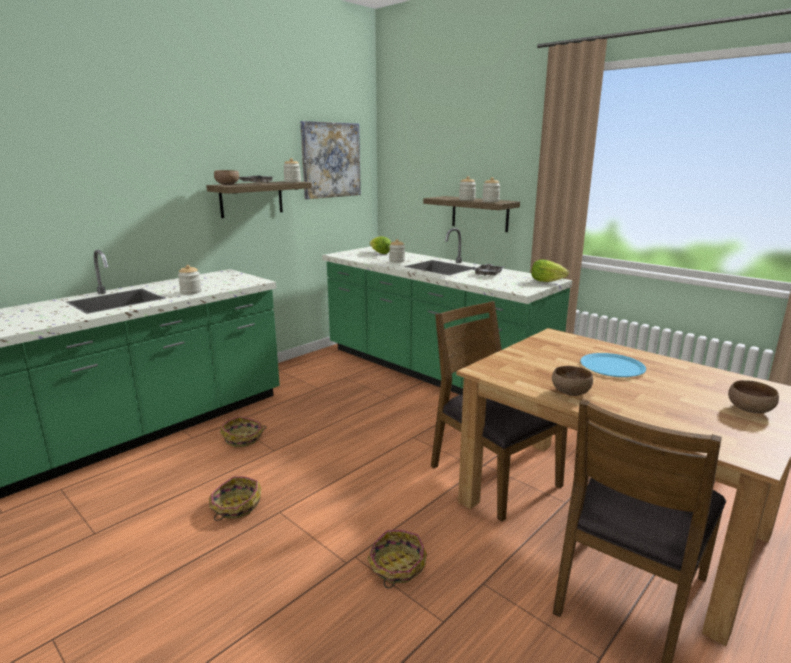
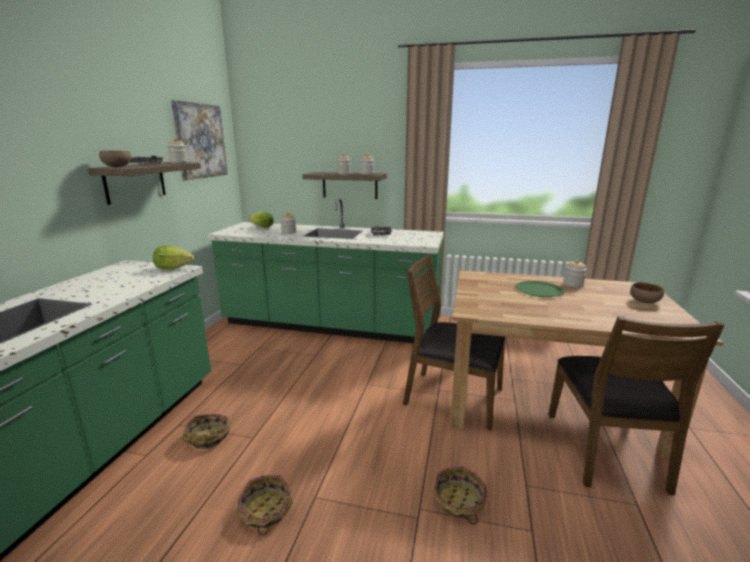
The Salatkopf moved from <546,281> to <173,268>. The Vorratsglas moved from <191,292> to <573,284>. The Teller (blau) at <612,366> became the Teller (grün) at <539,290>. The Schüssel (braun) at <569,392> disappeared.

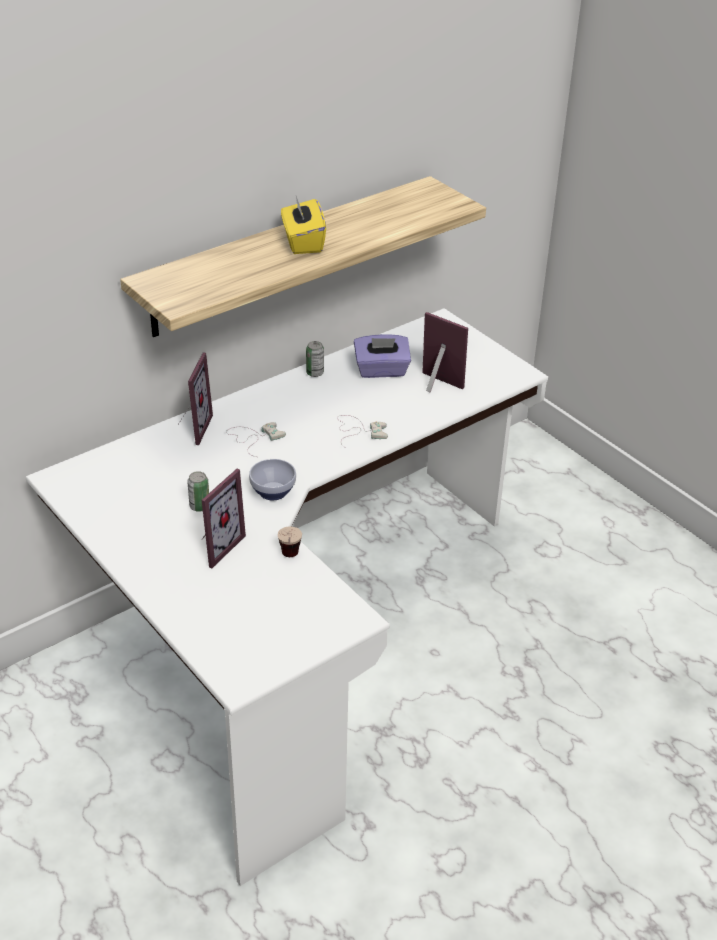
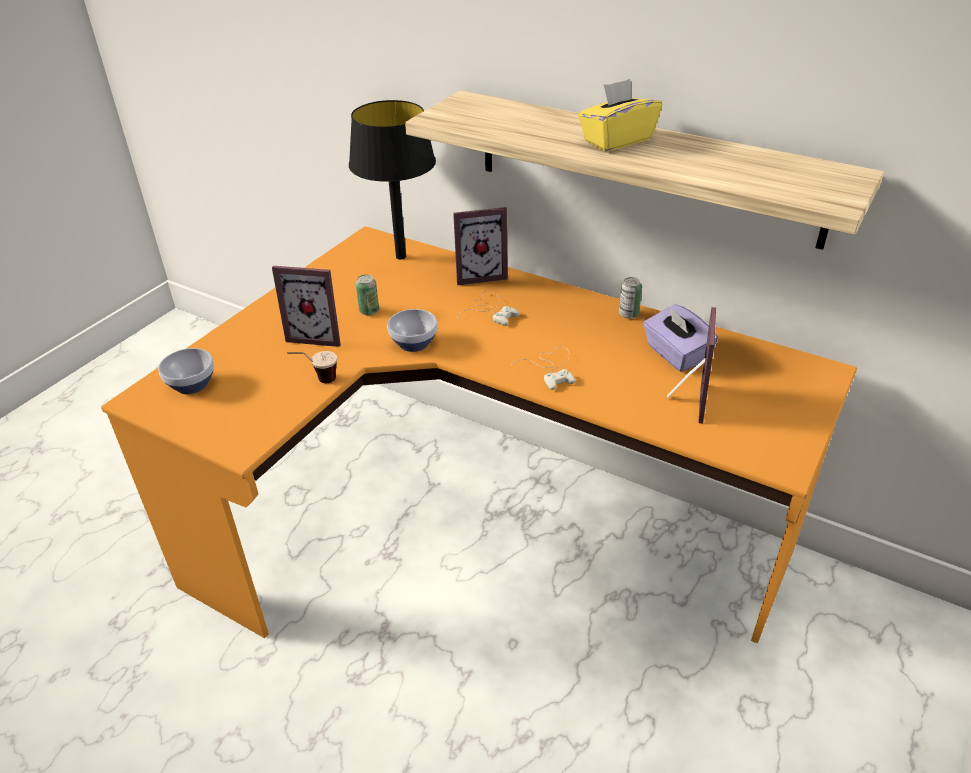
The Schreibtisch (weiß) at <296,634> became the Schreibtisch (orange) at <477,524>. The Tischlampe (schwarz) at <401,257> appeared. The Schüssel at <193,385> appeared.

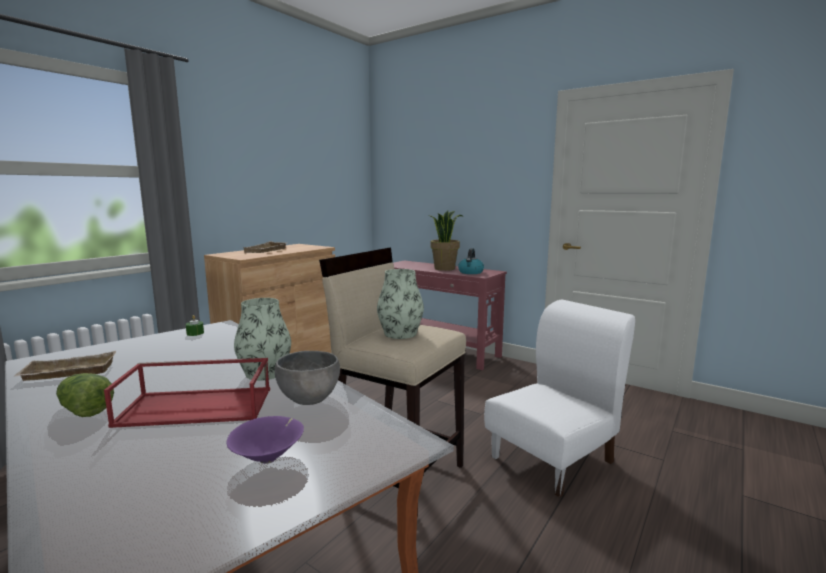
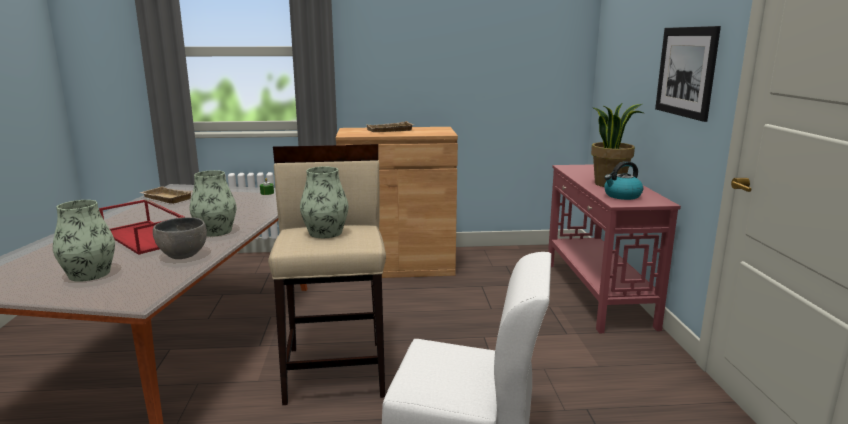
The Salatkopf at <84,410> disappeared. The Schüssel (lila) at <269,458> was replaced by the Vase at <89,274>. The Bild at <686,71> appeared.

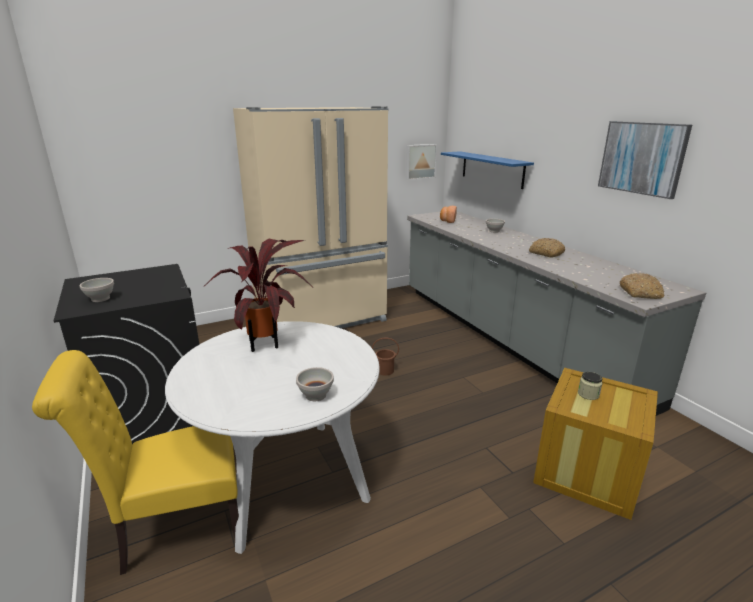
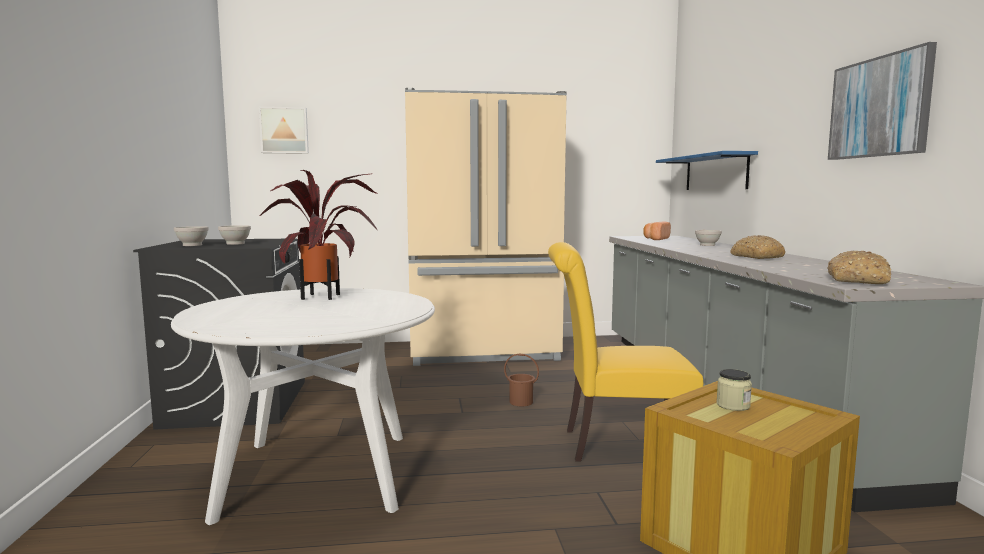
The Bild moved from <420,161> to <284,130>. The Stuhl (gelb) moved from <174,530> to <616,445>. The Schüssel (weiß) moved from <315,395> to <235,244>.

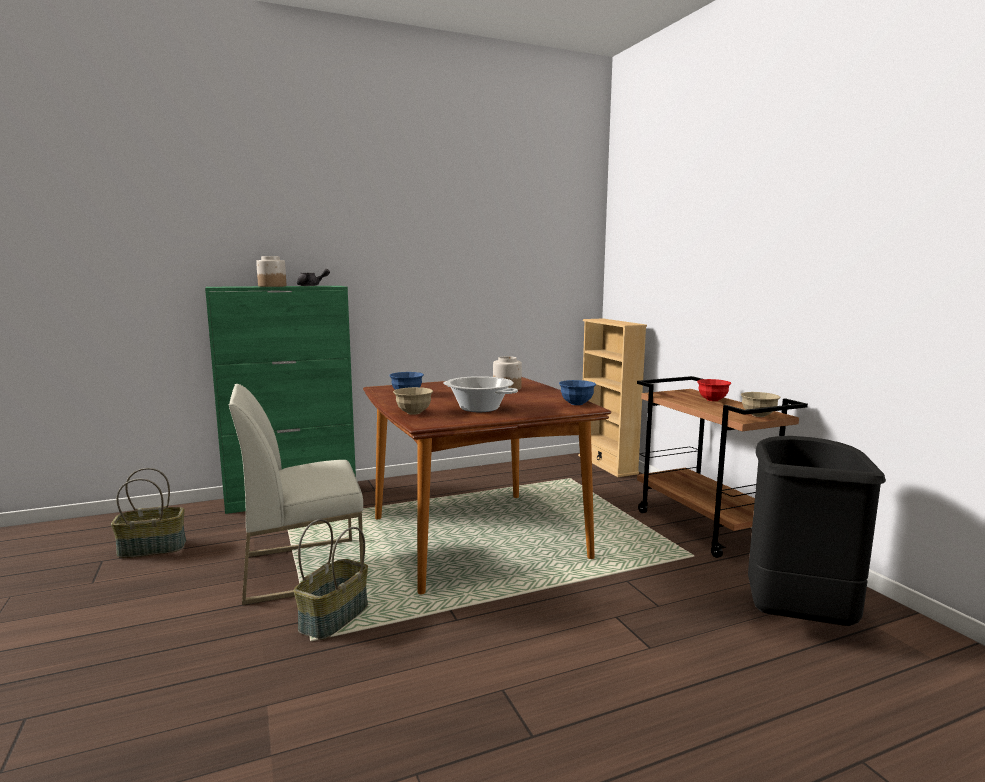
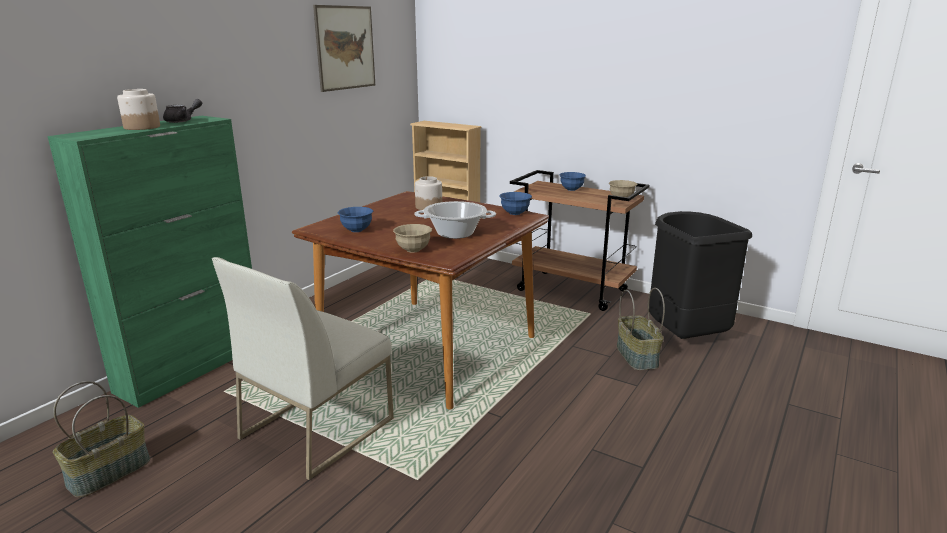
The Schüssel (rot) at <712,400> became the Schüssel (blau) at <571,189>. The Korb moved from <334,618> to <638,356>. The Bild at <345,48> appeared.

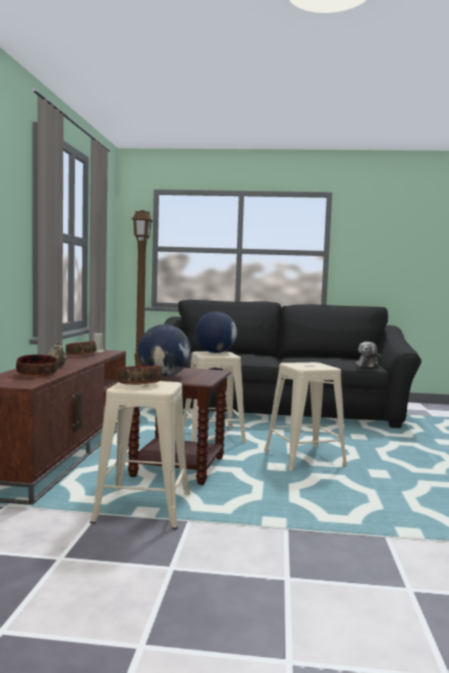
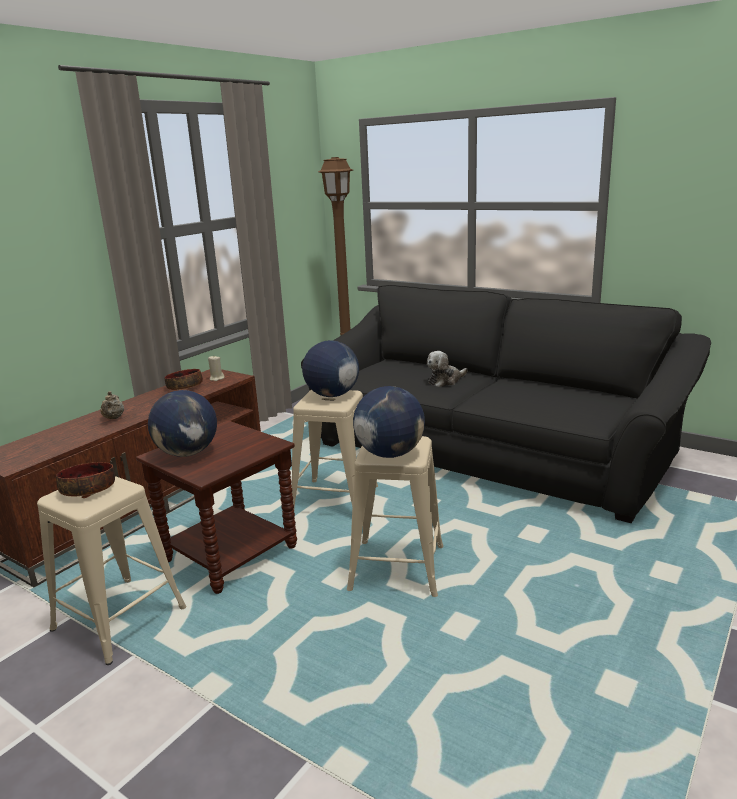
The Plüschtier moved from <368,365> to <445,381>. The Schüssel at <36,374> disappeared. The Globus at <390,454> appeared.

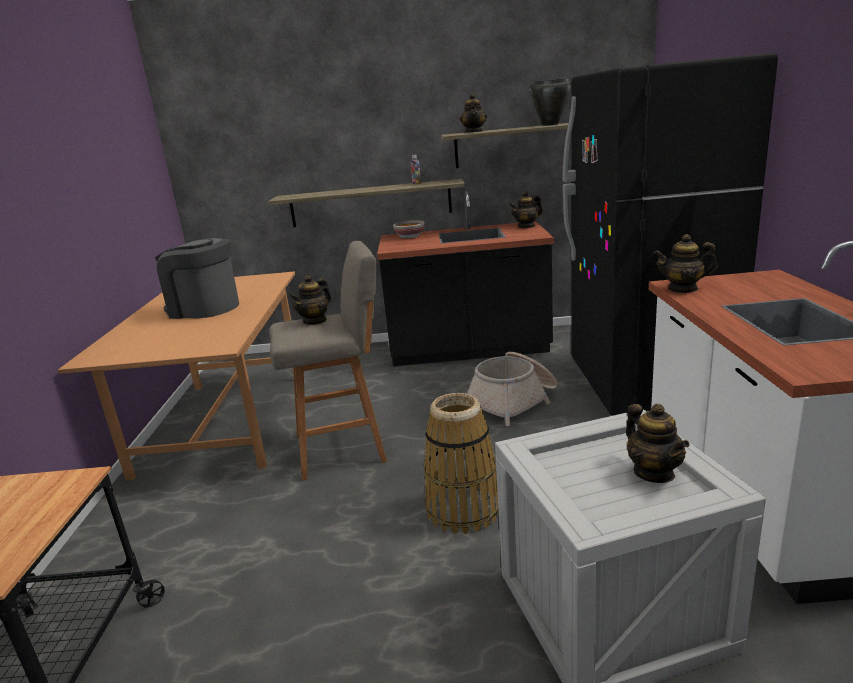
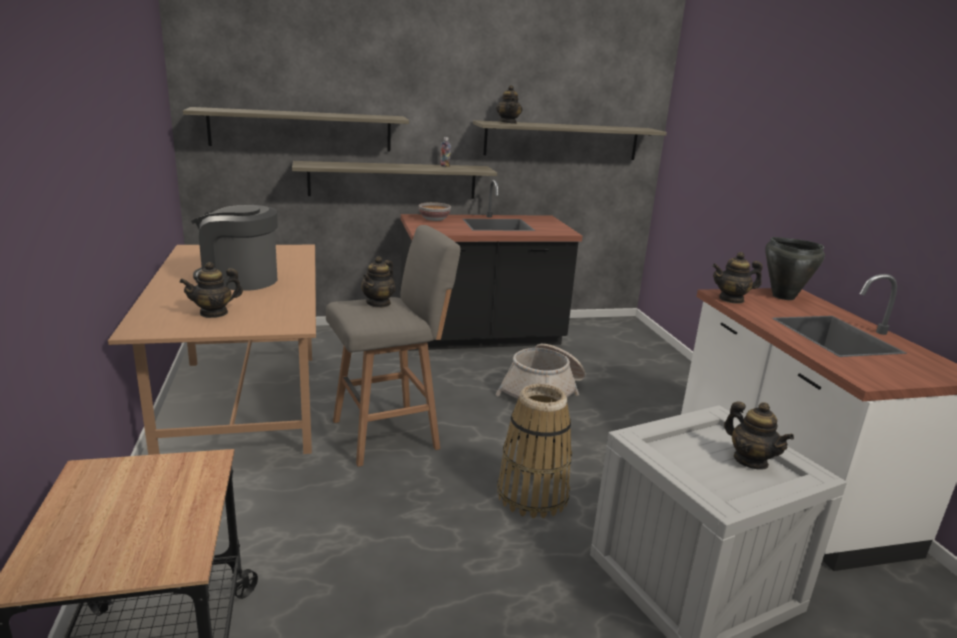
The Kühlschrank (schwarz) at <646,384> disappeared. The Kochtopf (schwarz) moved from <550,125> to <783,296>. The Teekanne moved from <526,226> to <214,313>. The Wandregal at <301,130> appeared.

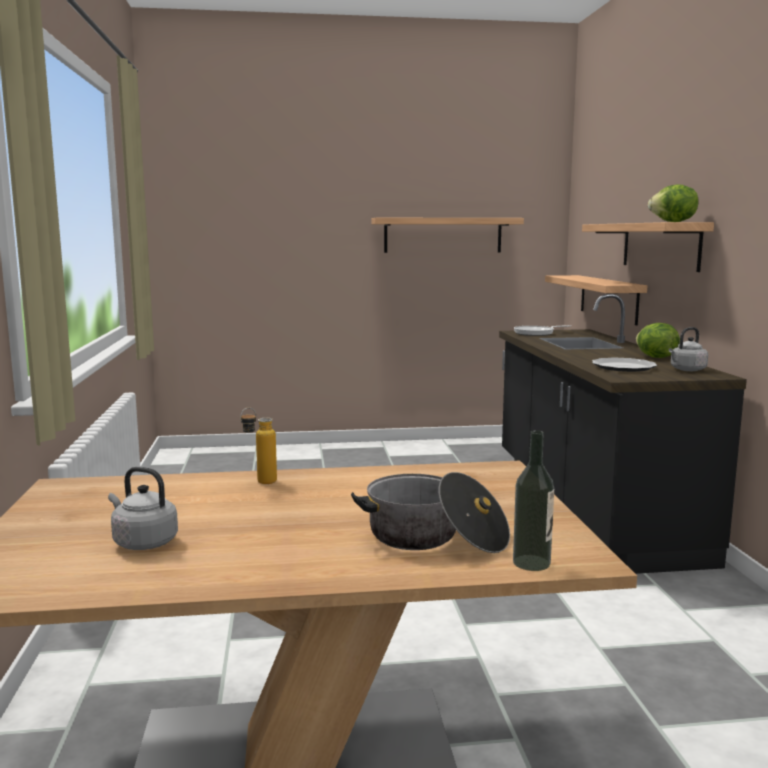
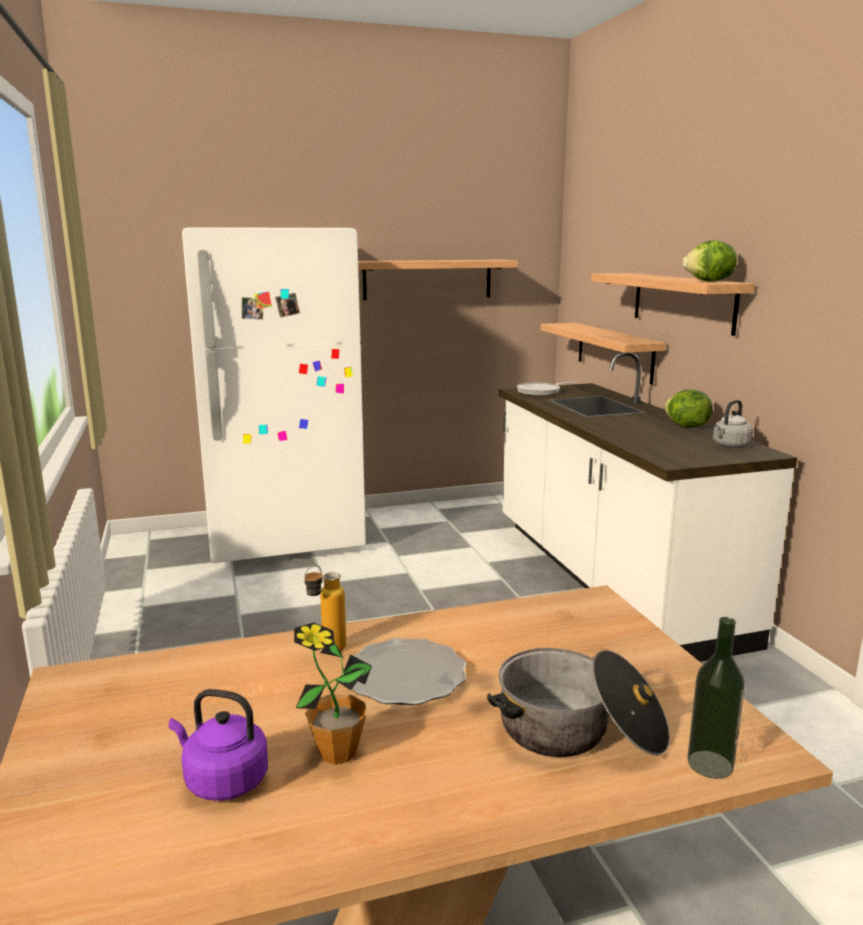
The Küchenzeile (schwarz) at <589,505> became the Küchenzeile (weiß) at <609,579>. The Teller moved from <623,367> to <404,676>. The Wasserkessel (grau) at <143,542> became the Wasserkessel (lila) at <222,781>. The Kühlschrank (weiß) at <284,539> appeared. The Topfpflanze at <337,753> appeared.

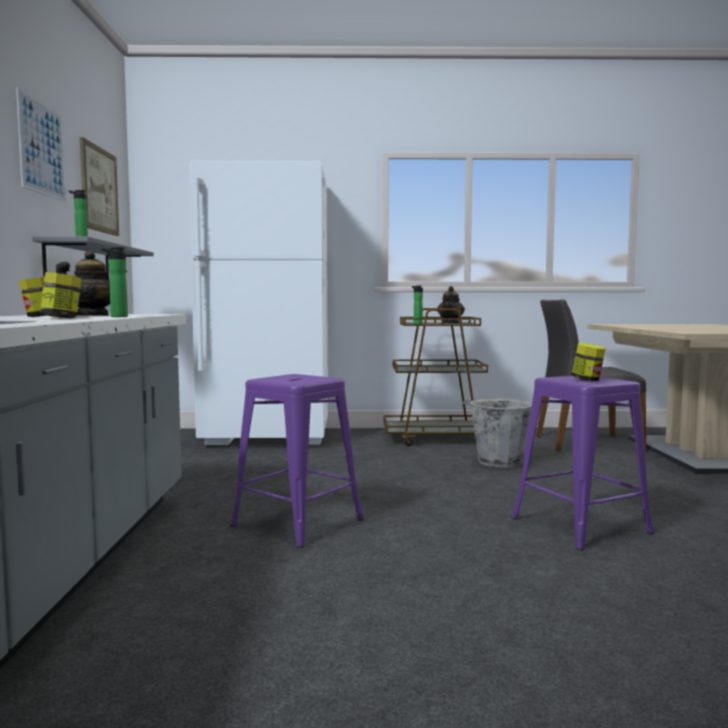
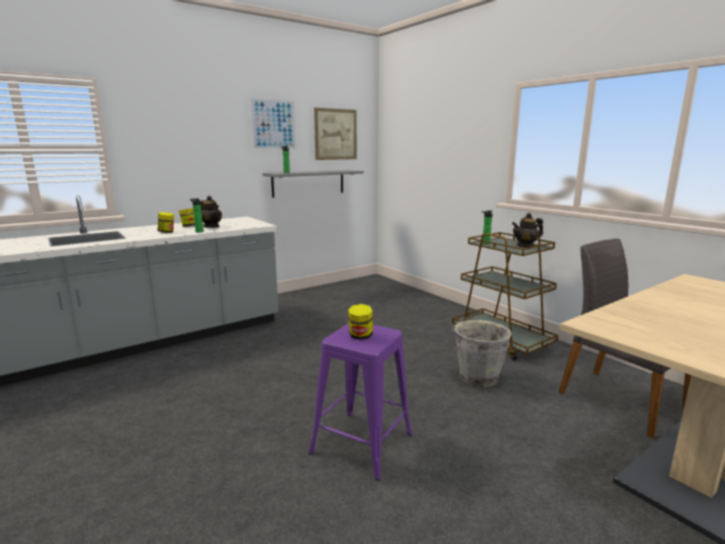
The Kühlschrank (weiß) at <267,438> disappeared. The Hocker (lila) at <297,522> disappeared.

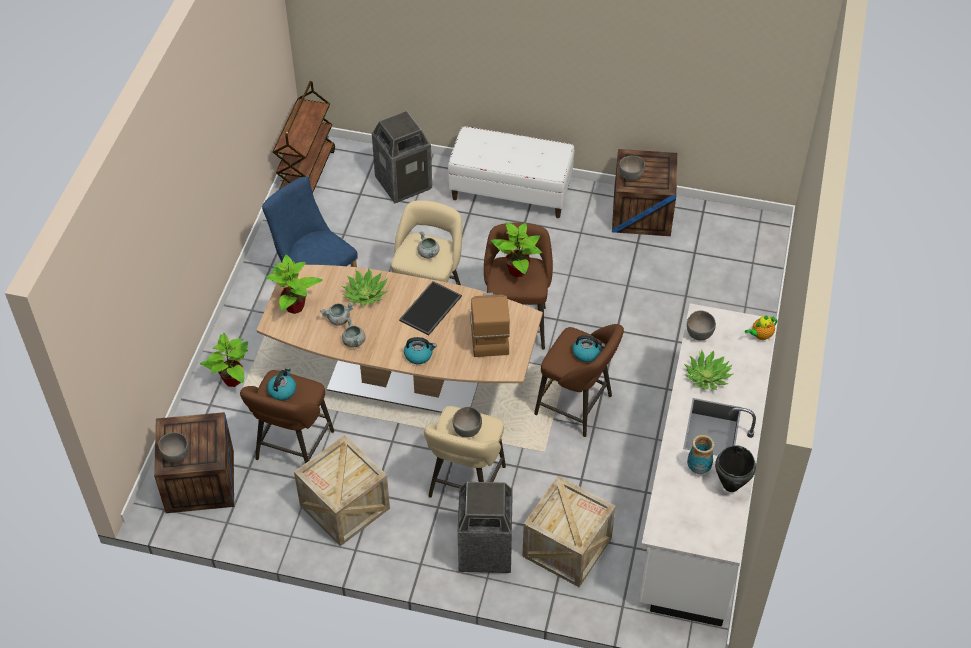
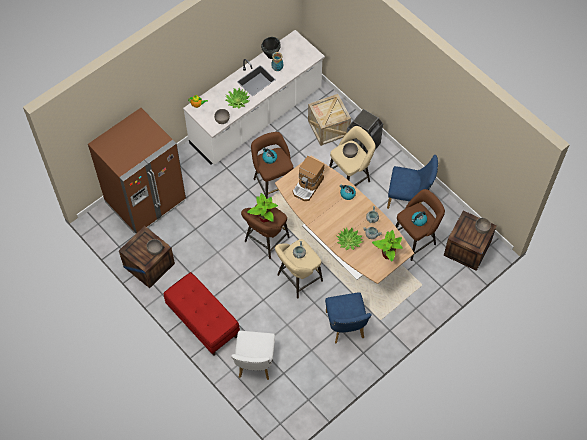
The Rollwagen (braun) at <307,174> disappeared. The Mülleimer at <403,183> was replaced by the Stuhl (weiß) at <254,365>. The Bank (weiß) at <511,192> became the Bank (rot) at <202,321>. The Tablett at <431,309> disappeared. The Topfpflanze at <232,380> disappeared. The Kiste at <344,507> was replaced by the Stuhl (blau) at <409,199>. The Kühlschrank (braun) at <146,202> appeared.

